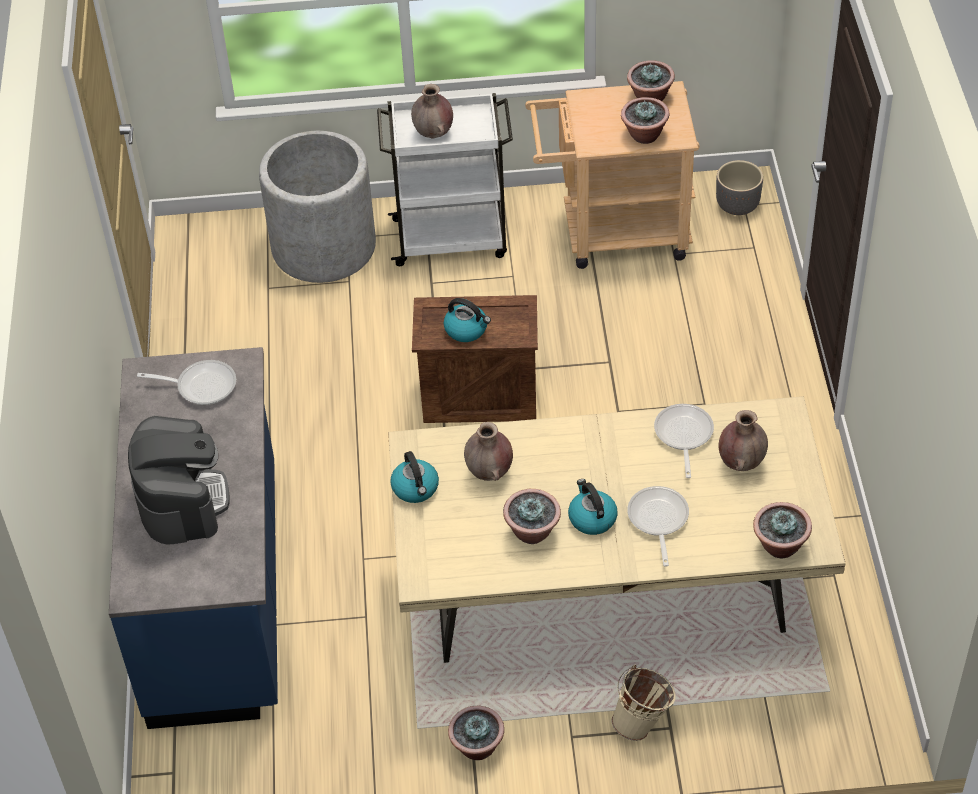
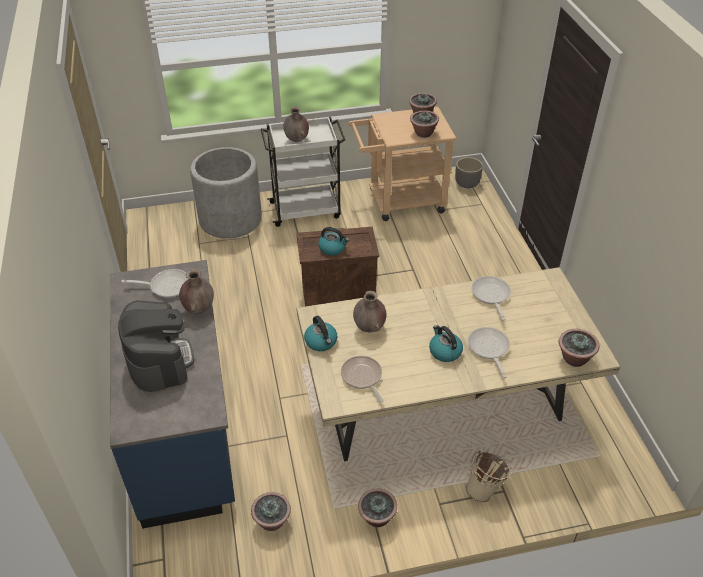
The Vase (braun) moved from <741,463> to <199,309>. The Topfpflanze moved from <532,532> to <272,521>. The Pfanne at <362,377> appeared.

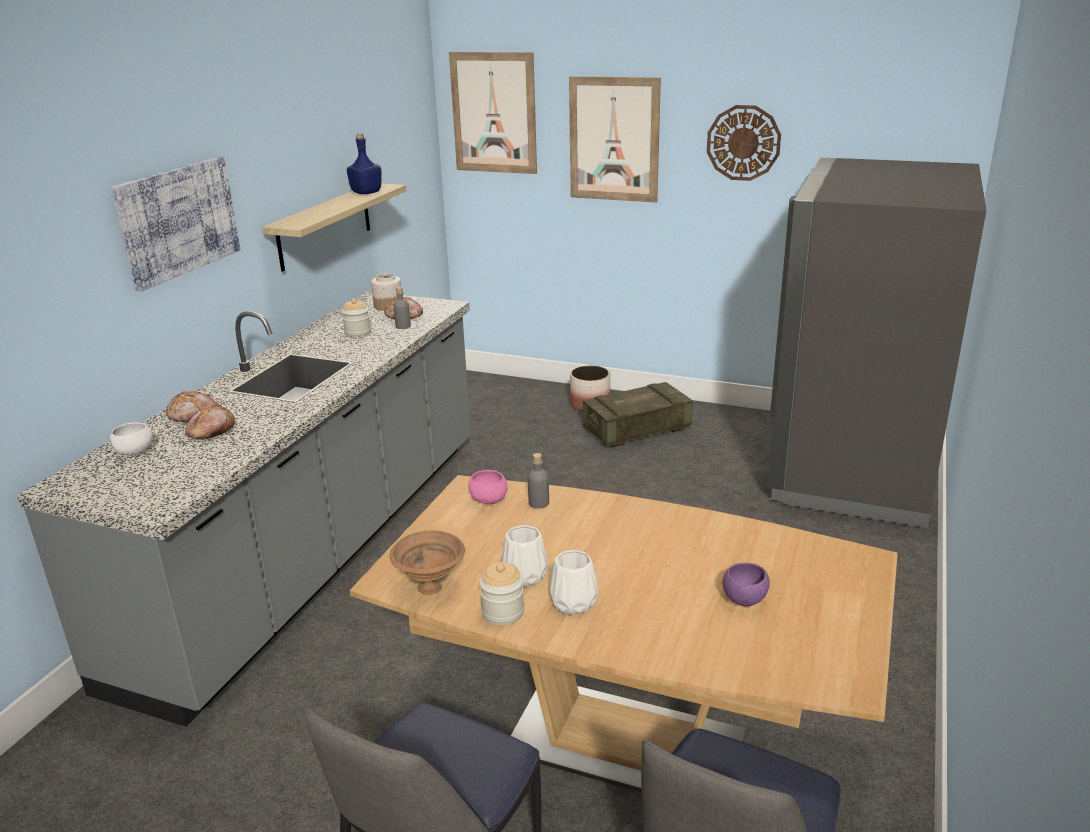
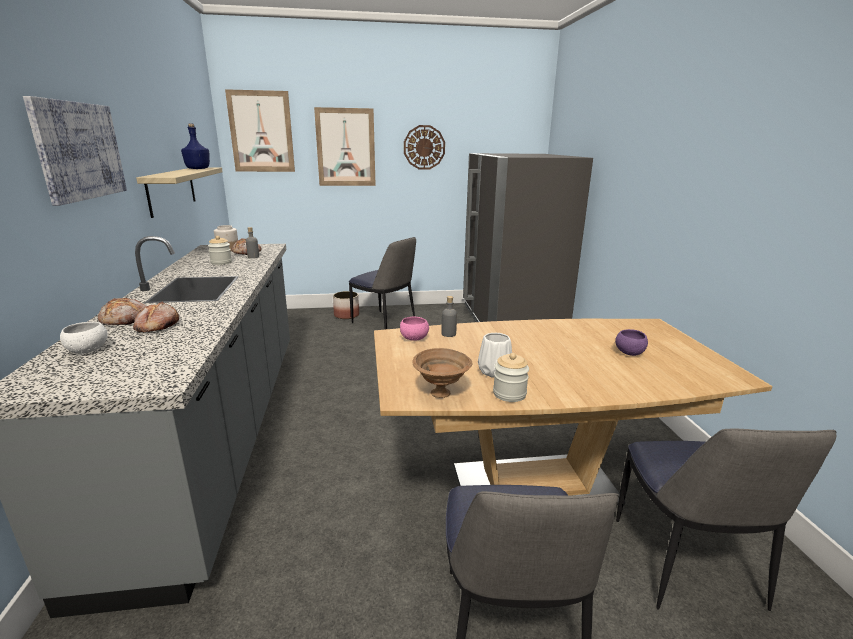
The Kiste at <636,429> was replaced by the Stuhl at <385,322>. The Vase (weiß) at <574,603> disappeared.

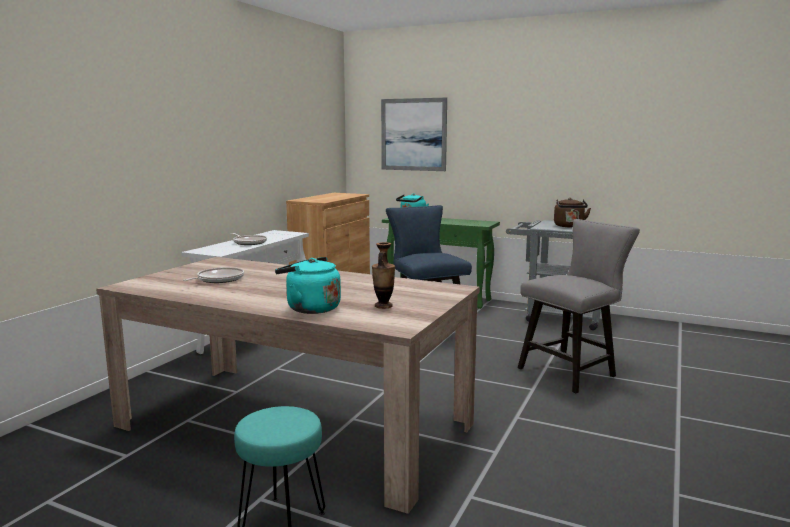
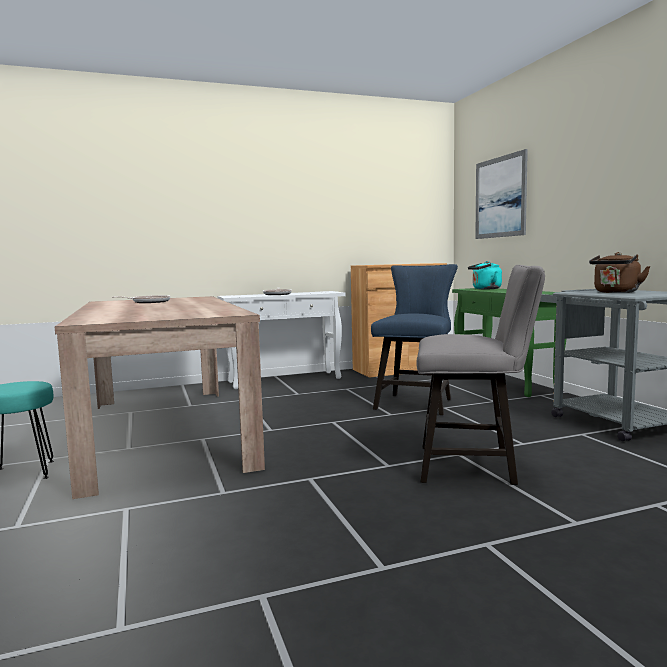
The Vase at <383,306> disappeared. The Wasserkessel (türkis) at <310,308> disappeared.

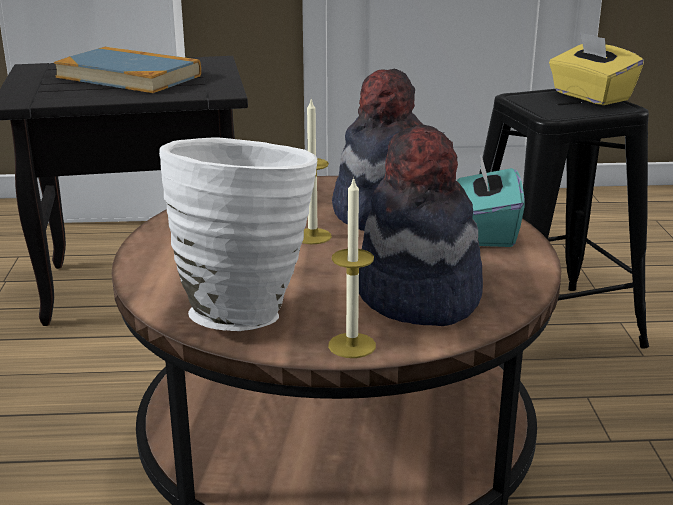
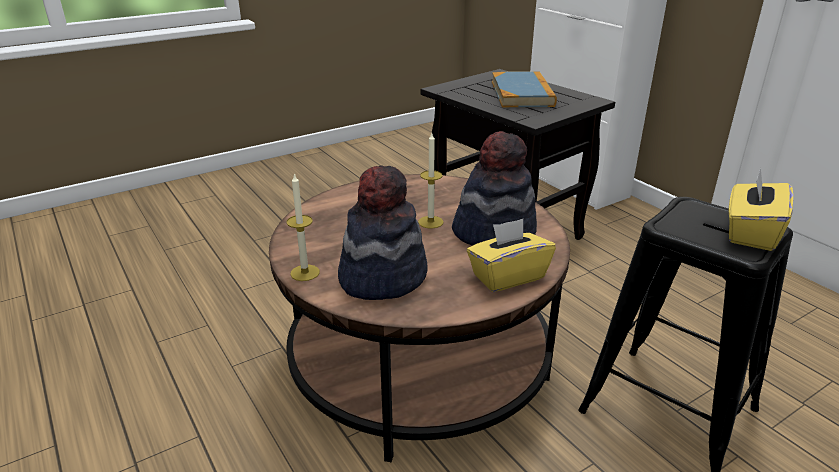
The Vase (weiß) at <245,311> disappeared. The Taschentuchbox (türkis) at <485,232> became the Taschentuchbox (gelb) at <507,276>.

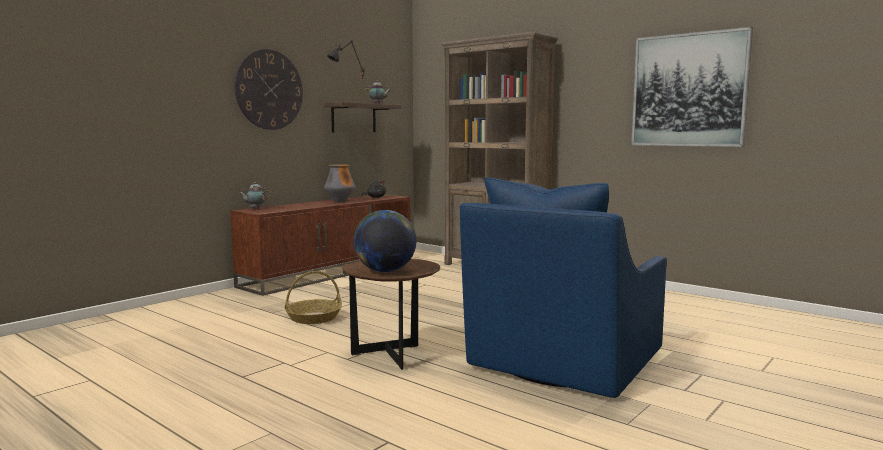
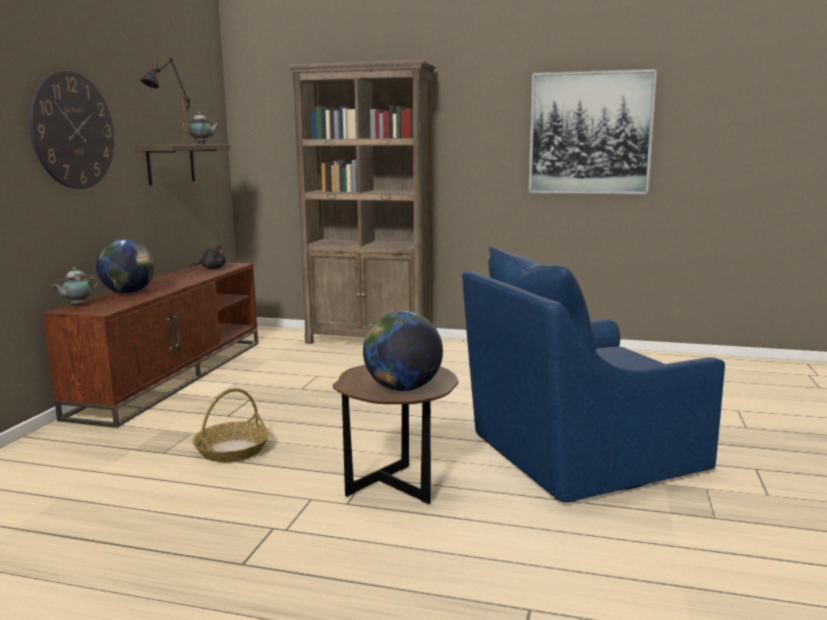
The Vase at <340,201> disappeared. The Sessel (blau) at <562,362> turned 60 degrees clockwise. The Globus at <128,292> appeared.

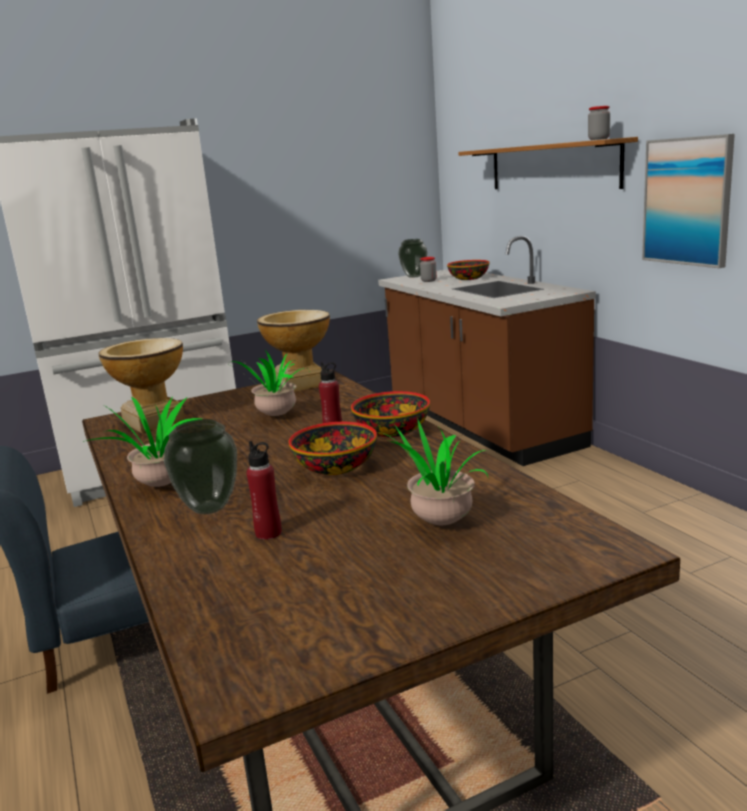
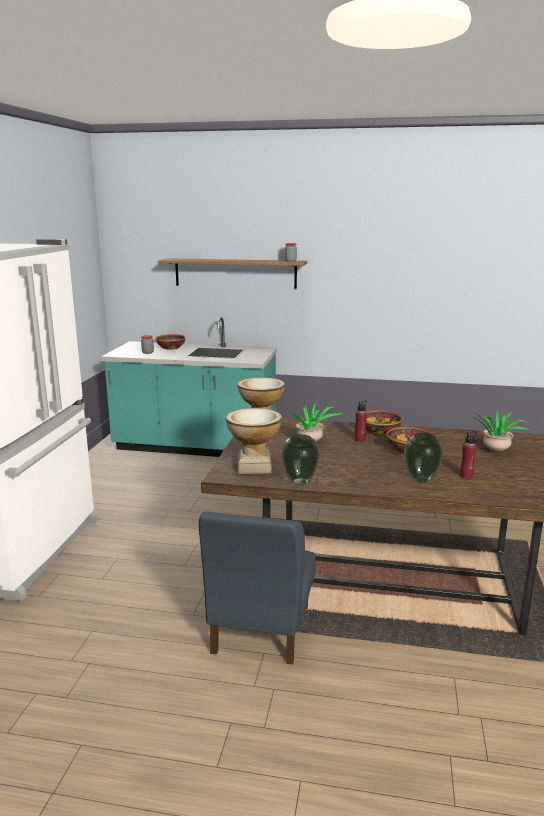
The Bild at <687,201> disappeared. The Küchenzeile (braun) at <480,424> became the Küchenzeile (türkis) at <195,447>. The Vase moved from <414,276> to <300,481>. The Topfpflanze at <159,484> disappeared.

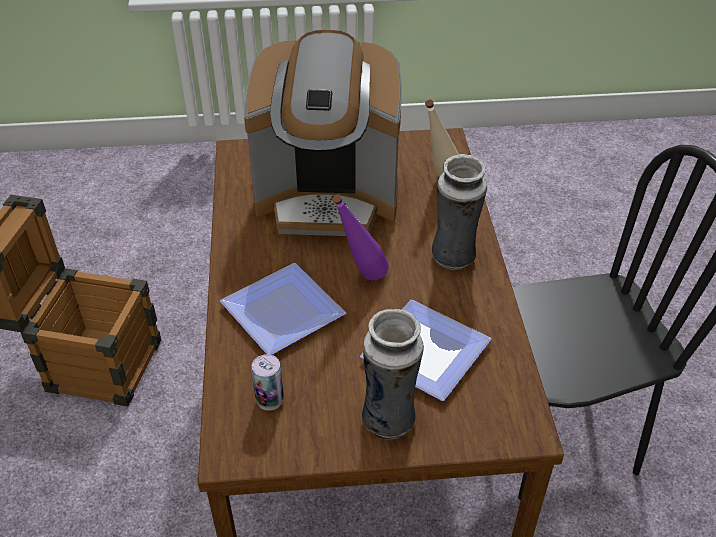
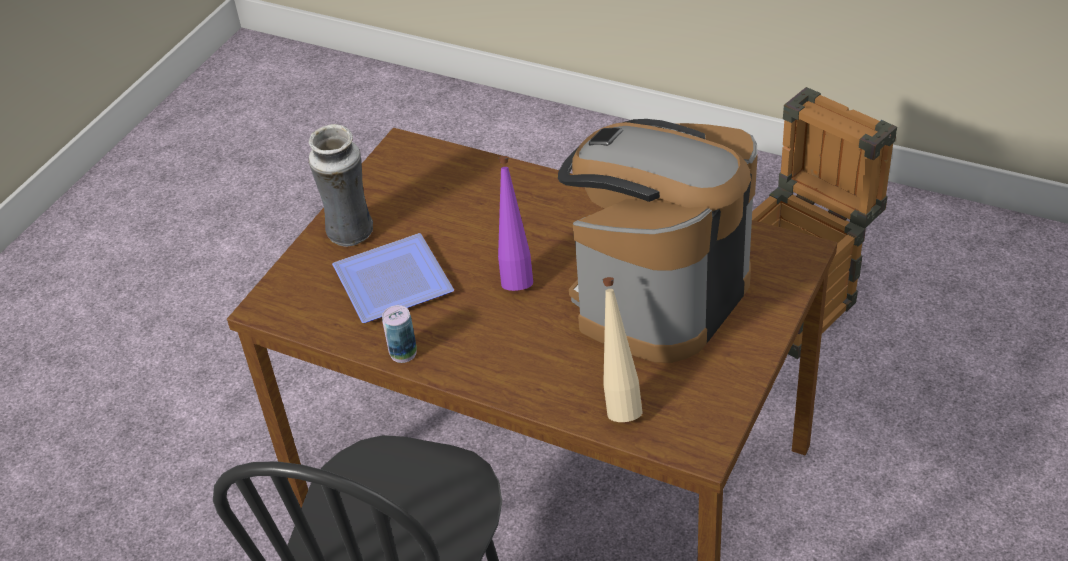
The Vase at <453,258> disappeared. The Teller at <283,308> disappeared. The Dose moved from <269,399> to <403,353>.

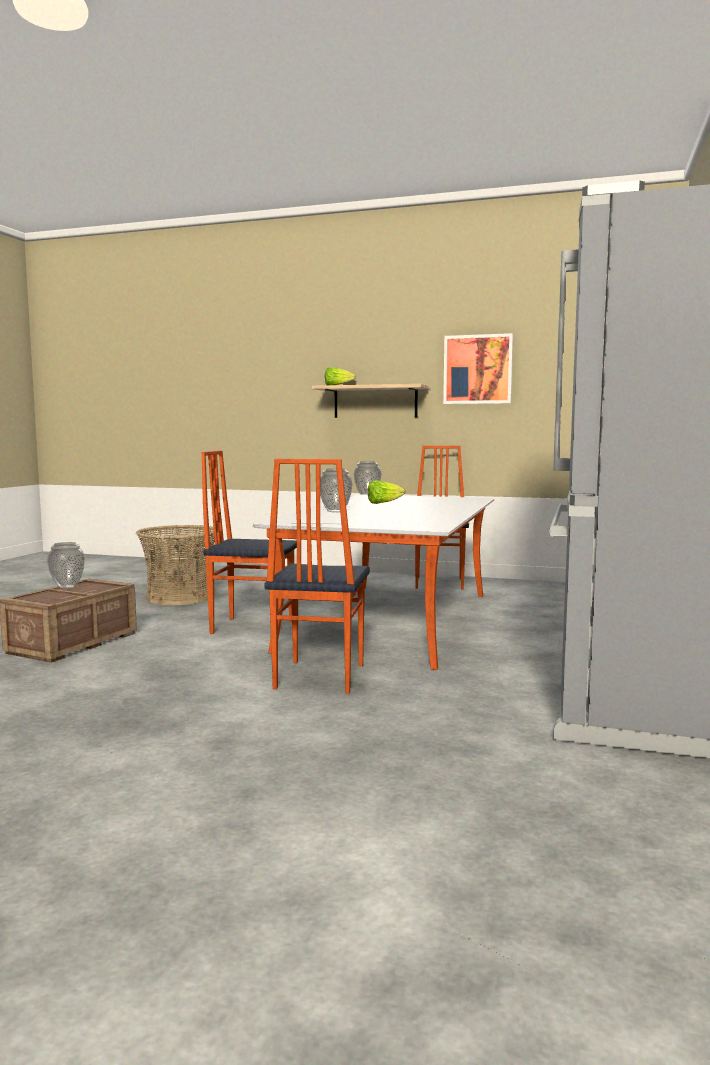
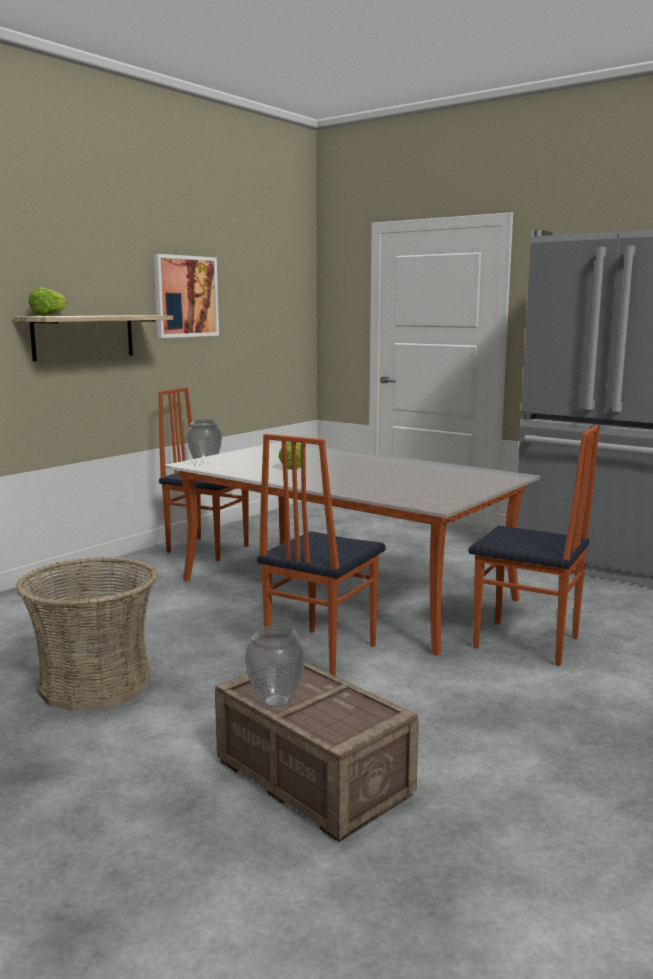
The Vase at <335,511> disappeared.

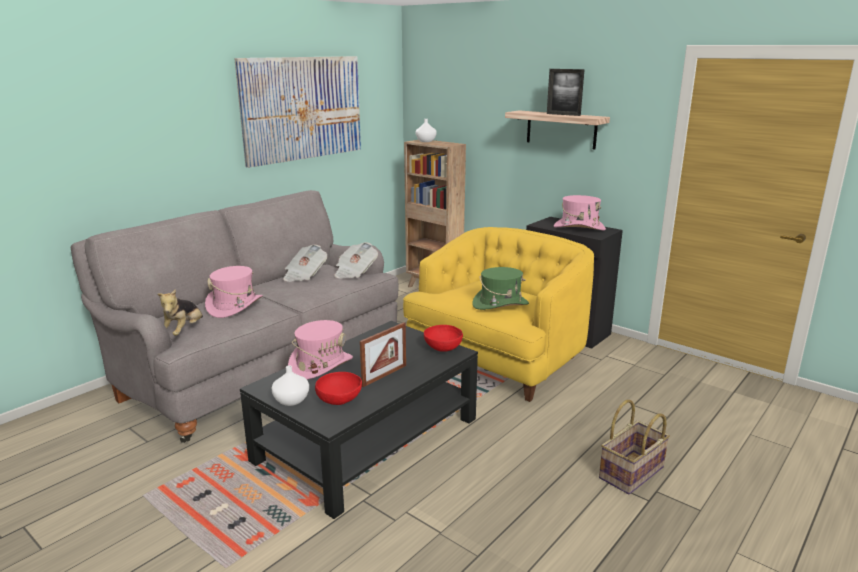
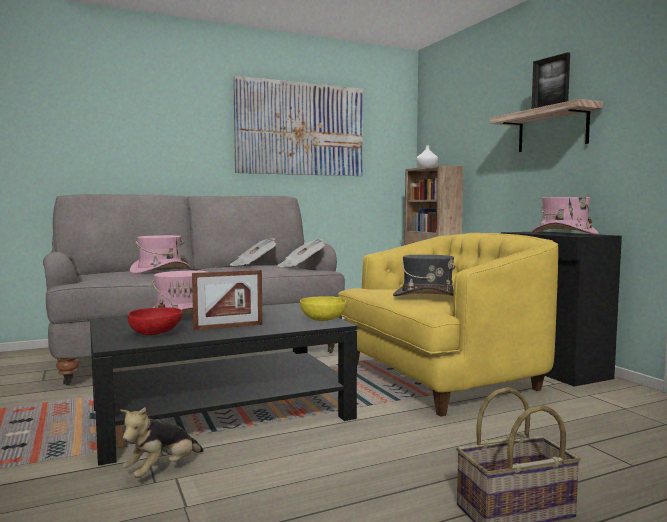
The Hut (grün) at <500,304> became the Hut (grau) at <427,296>. The Plüschtier moved from <184,331> to <162,470>. The Schüssel (rot) at <442,347> became the Schüssel (gelb) at <323,319>. The Vase (weiß) at <291,401> disappeared.

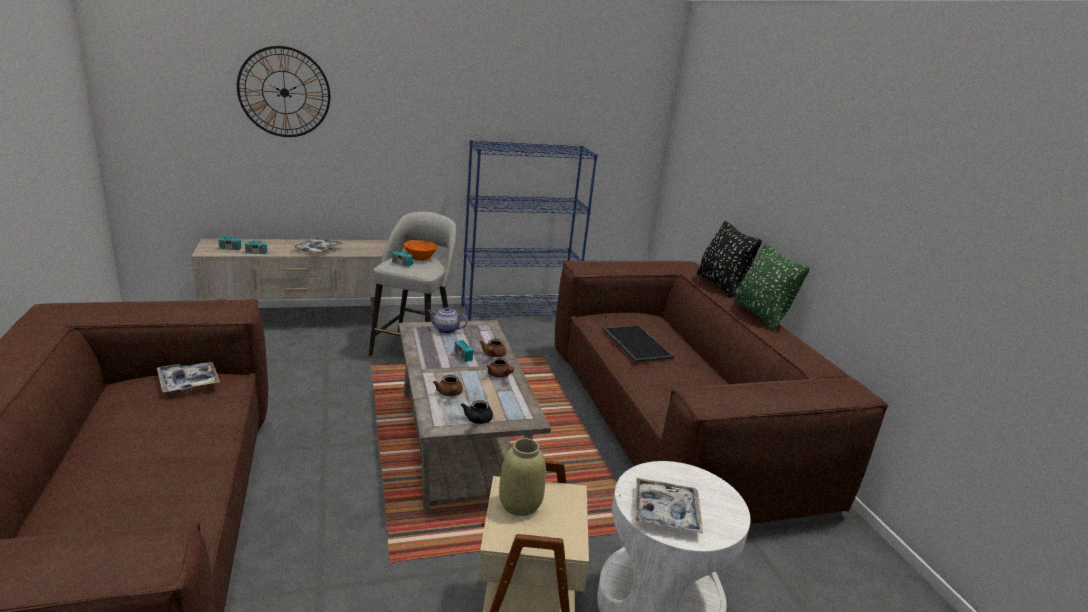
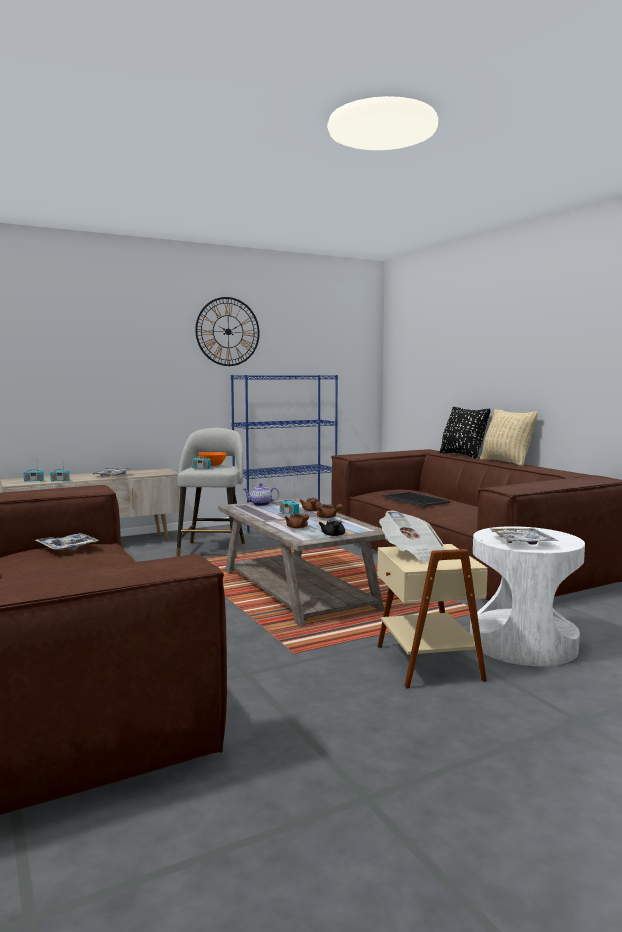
The Wanduhr moved from <284,92> to <228,331>. The Kissen (grün) at <761,315> became the Kissen (beige) at <506,462>. The Vase (beige) at <520,504> was replaced by the Zeitung at <412,554>.

